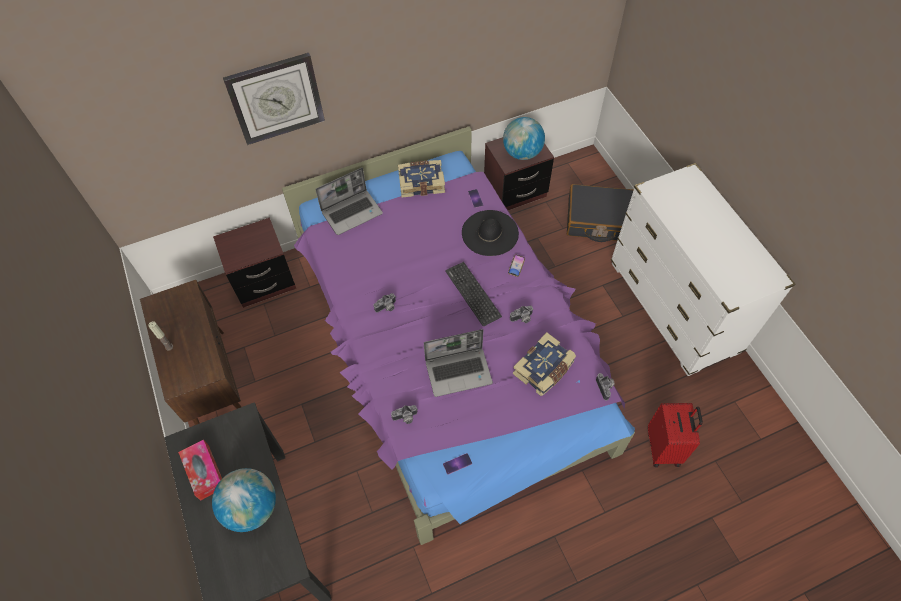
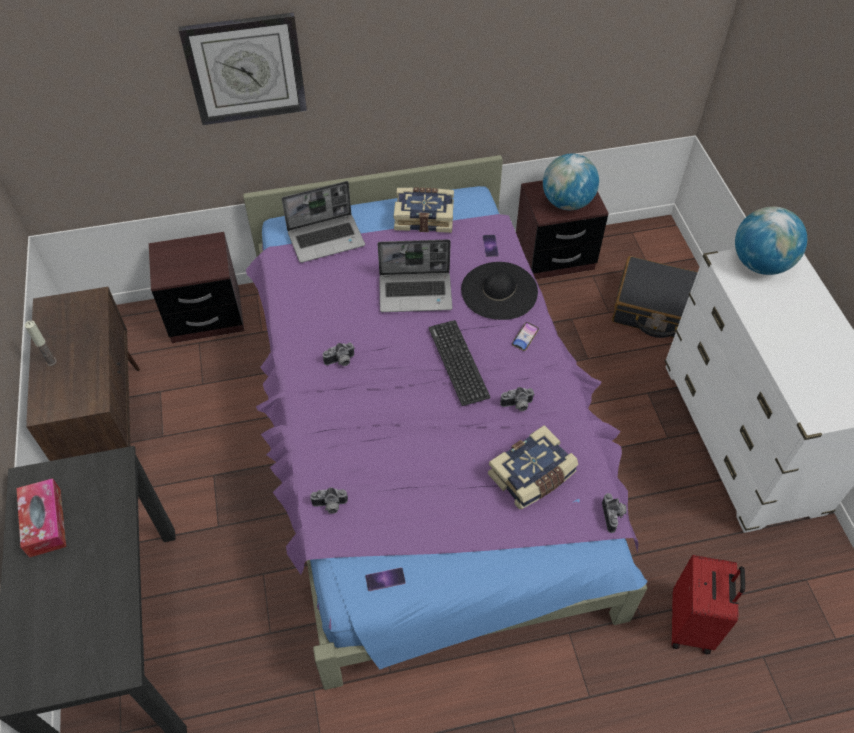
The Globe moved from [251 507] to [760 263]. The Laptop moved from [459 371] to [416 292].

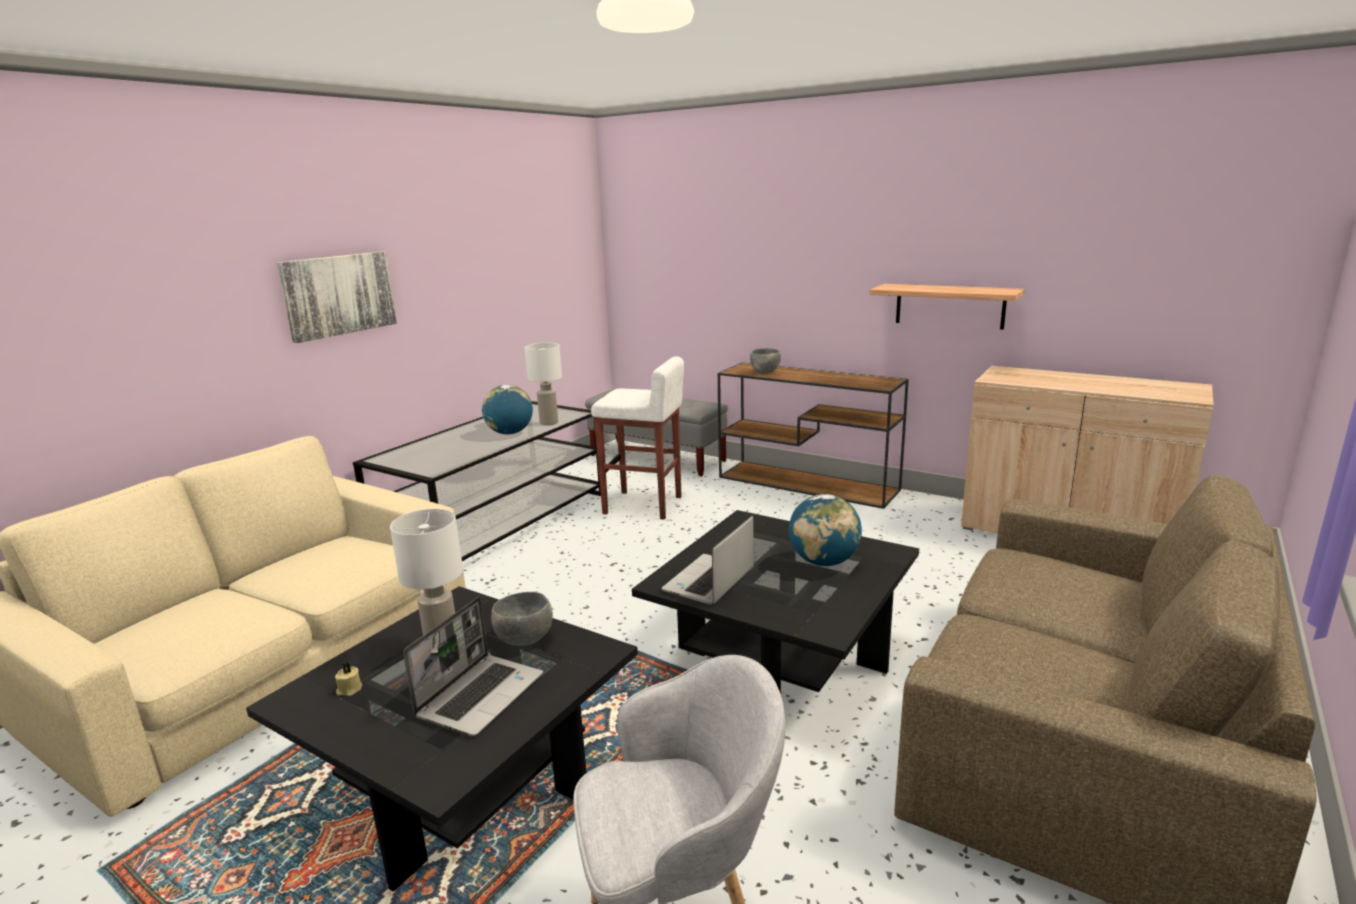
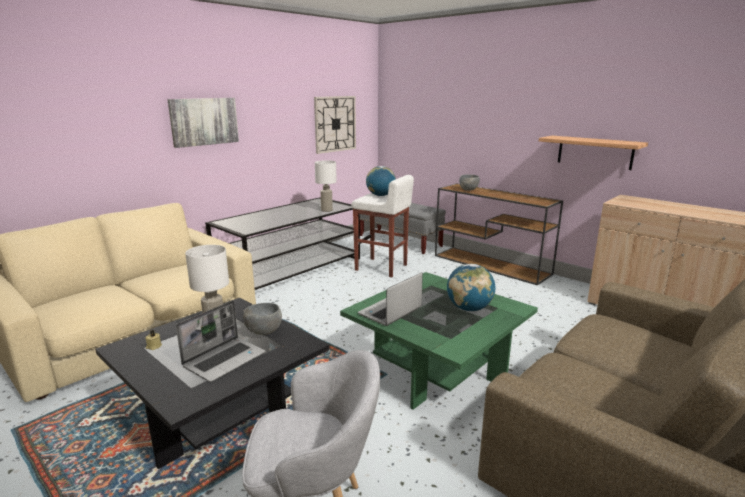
The WallClock at [335 124] appeared. The Globe moved from [510 433] to [380 195]. The BlackCoffeeTable at [780 659] became the GreenCoffeeTable at [436 369].

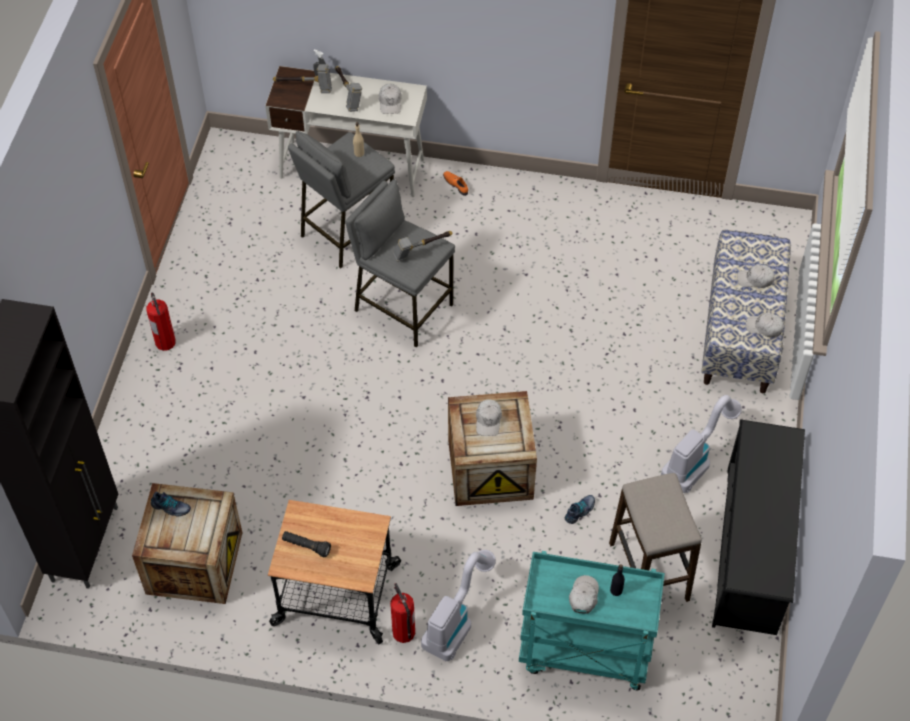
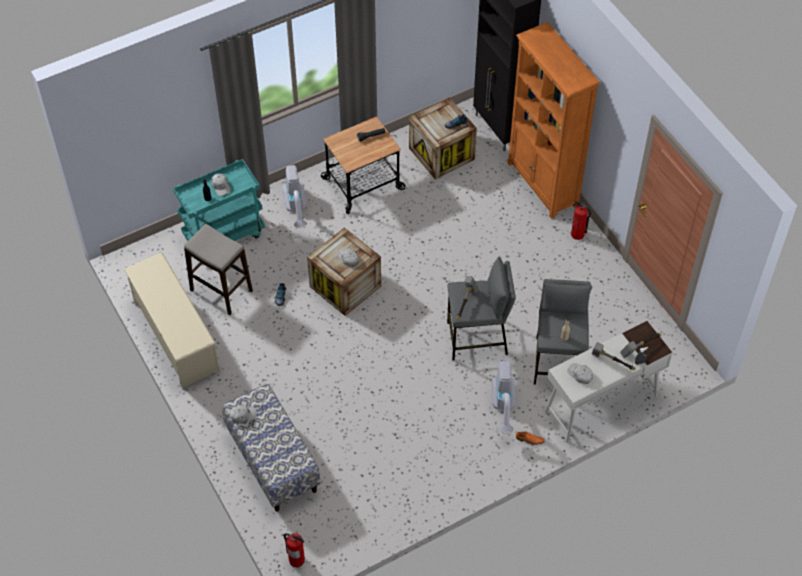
The WhiteCap at [755 279] disappeared. The OrangeBookcase at [543 185] appeared. The FireExtinguisher moved from [404 633] to [296 559]. The VacuumCleaner moved from [695 459] to [504 407]. The BlackShoeRack at [751 550] became the BeigeShoeRack at [175 336].

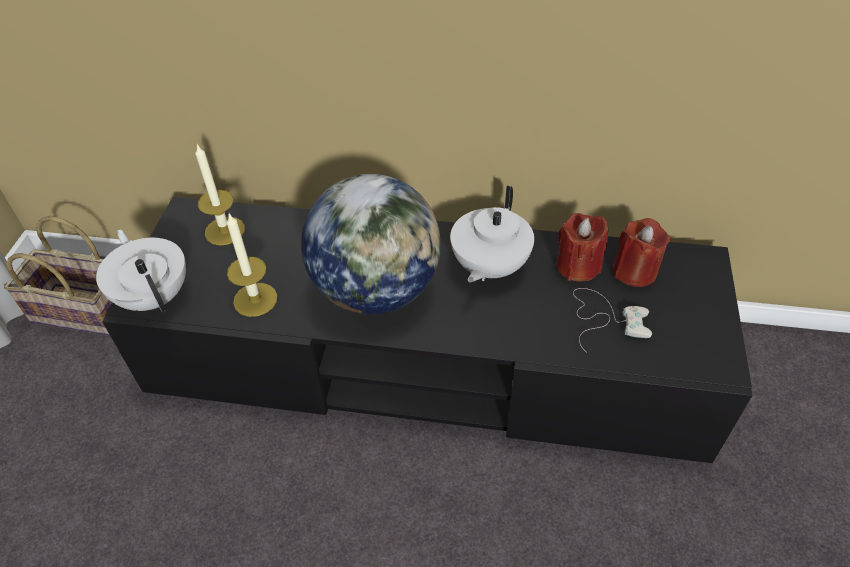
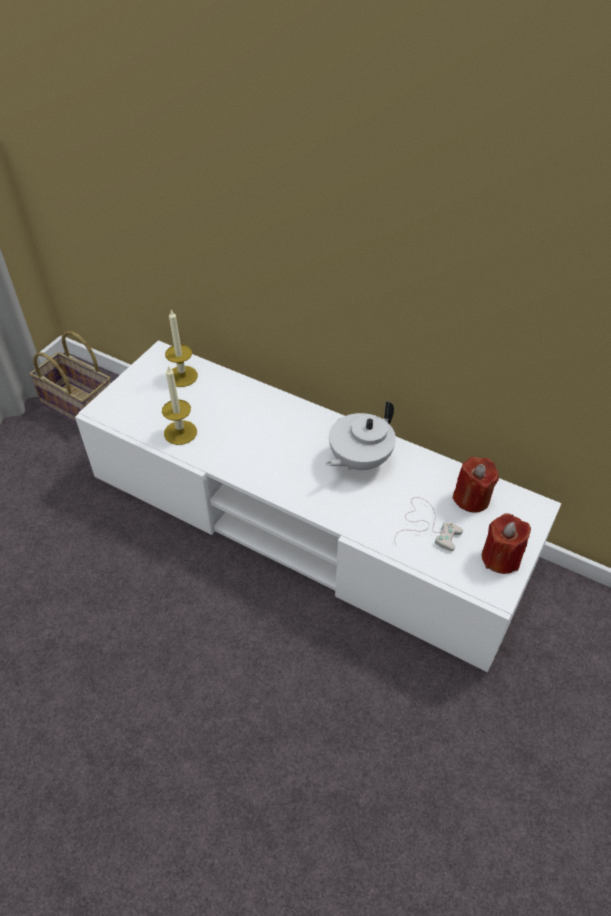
The WhiteTeapot at [154 296] disappeared. The Globe at [377 290] disappeared. The RedCandle moved from [578 266] to [500 558]. The BlackTvStand at [427 360] became the WhiteTvStand at [305 521].

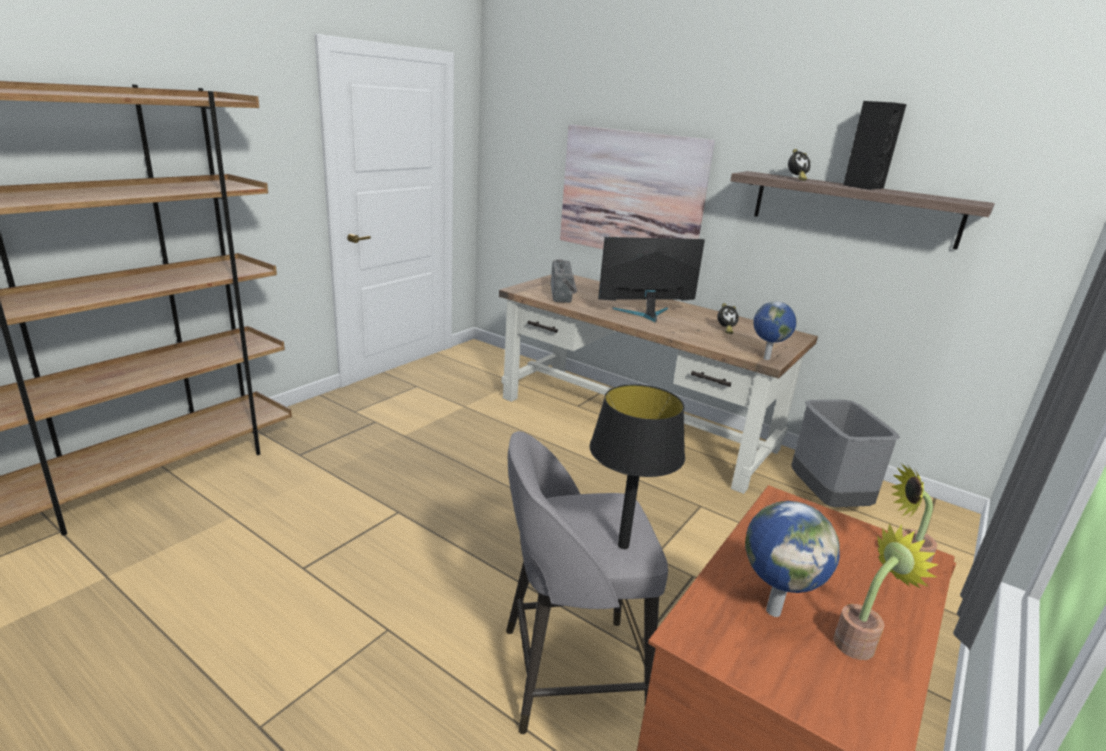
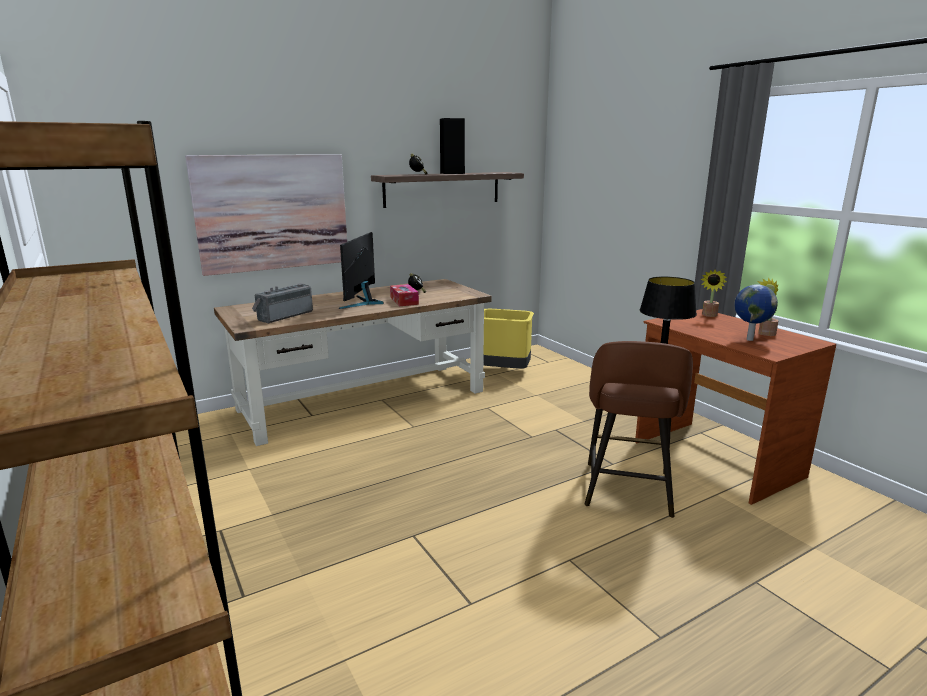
The Globe at [765 358] disappeared. The TissueBox at [404 301] appeared. The GreyStool at [568 672] became the BrownStool at [627 491]. The GreyTrashCan at [825 499] became the YellowTrashCan at [503 372]. The Radio at [564 294] turned 75 degrees counterclockwise.

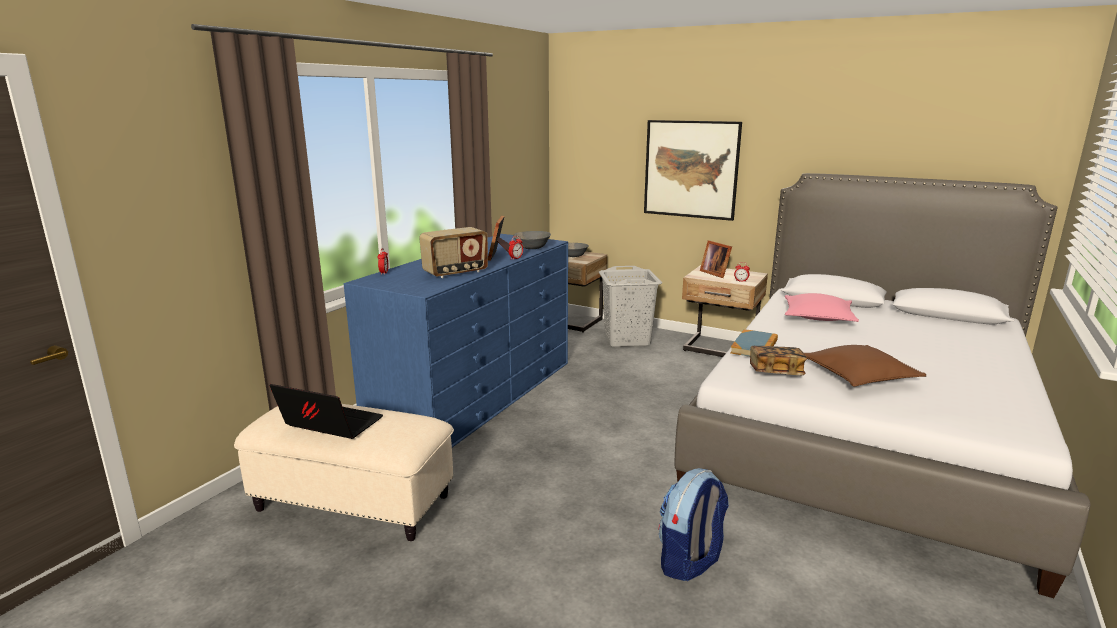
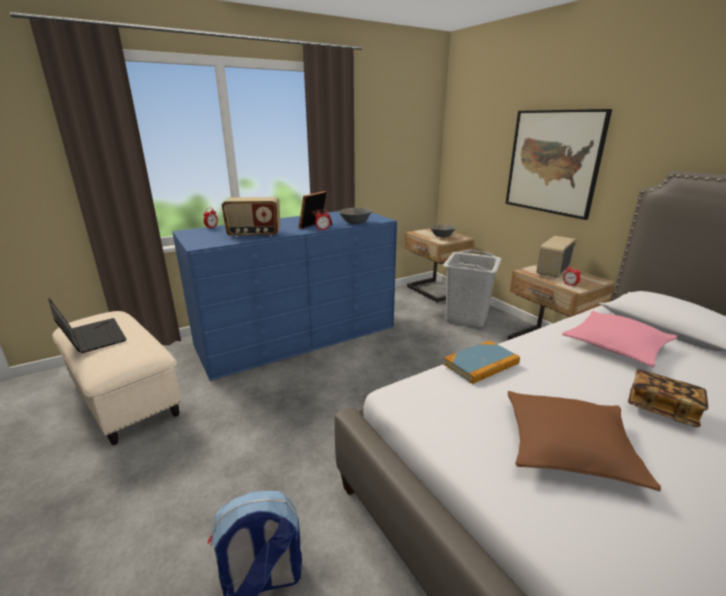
The Book moved from [775 371] to [661 409]. The PictureFrame at [715 273] was replaced by the Radio at [552 272].

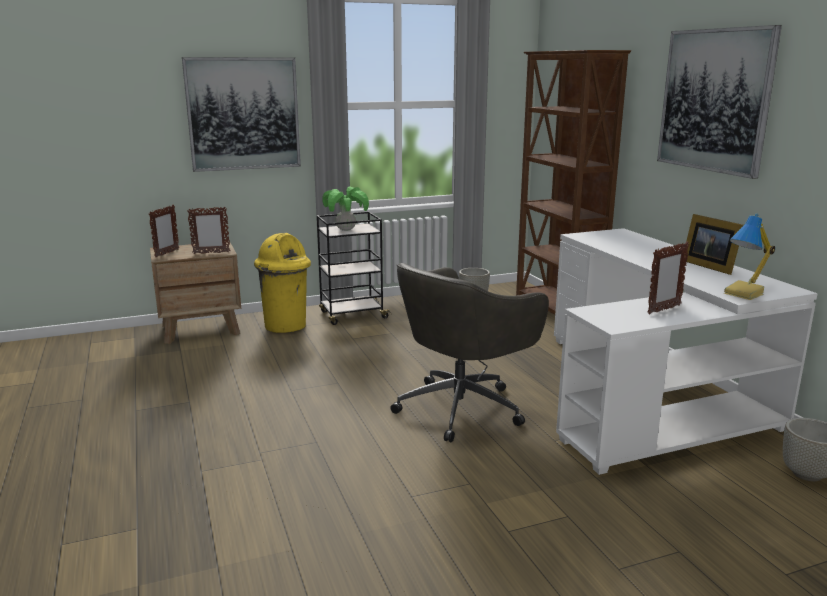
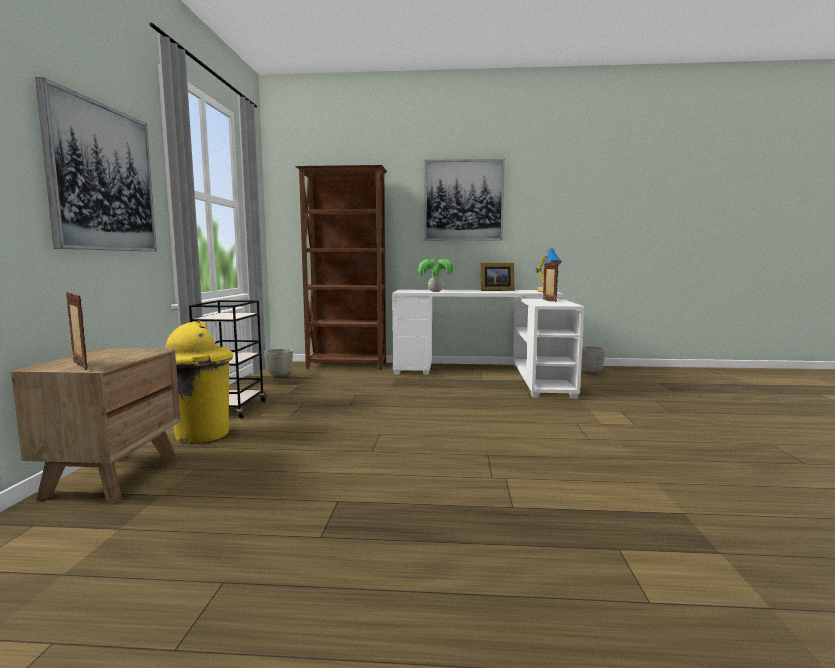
The PictureFrame at [211 253] disappeared. The GreyOfficeChair at [462 407] disappeared. The PottedPlant moved from [345 230] to [435 291].

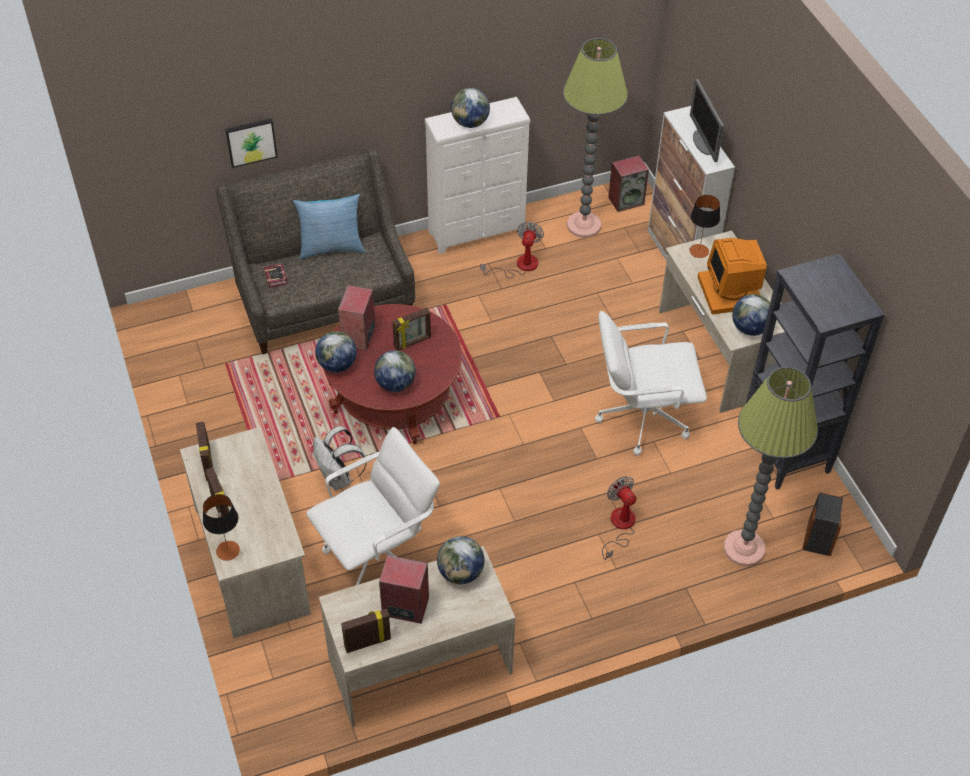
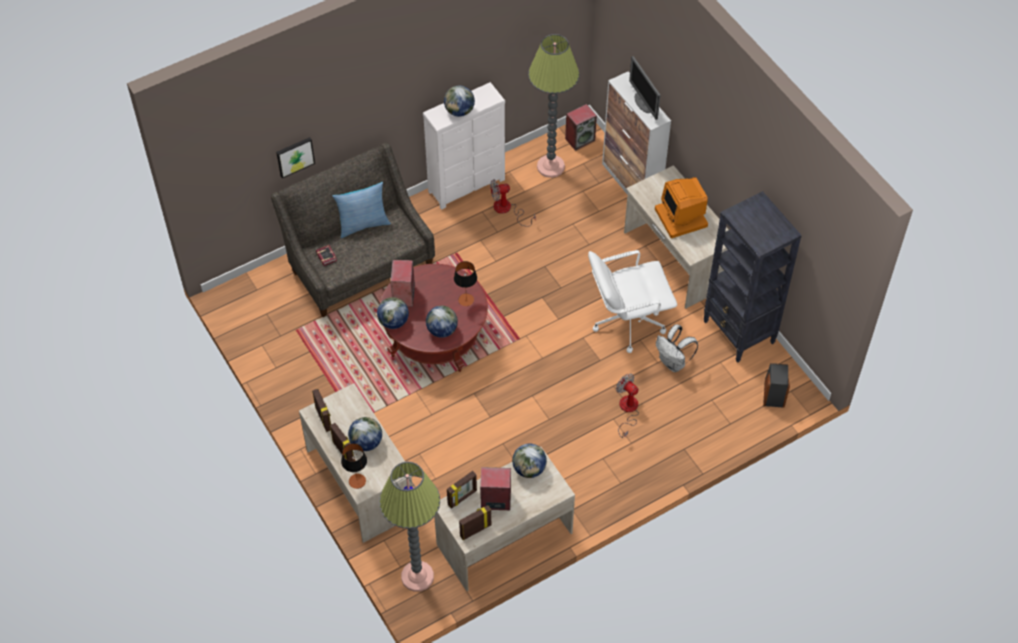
The WhiteOfficeChair at [378 554] disappeared. The WhiteBackpack moved from [338 478] to [673 362]. The PictureFrame moved from [412 342] to [462 498]. The TableLamp moved from [699 251] to [466 299]. The FloorLamp moved from [744 548] to [417 576]. The Globe moved from [749 328] to [366 442]. The Fan at [519 266] turned 105 degrees counterclockwise.

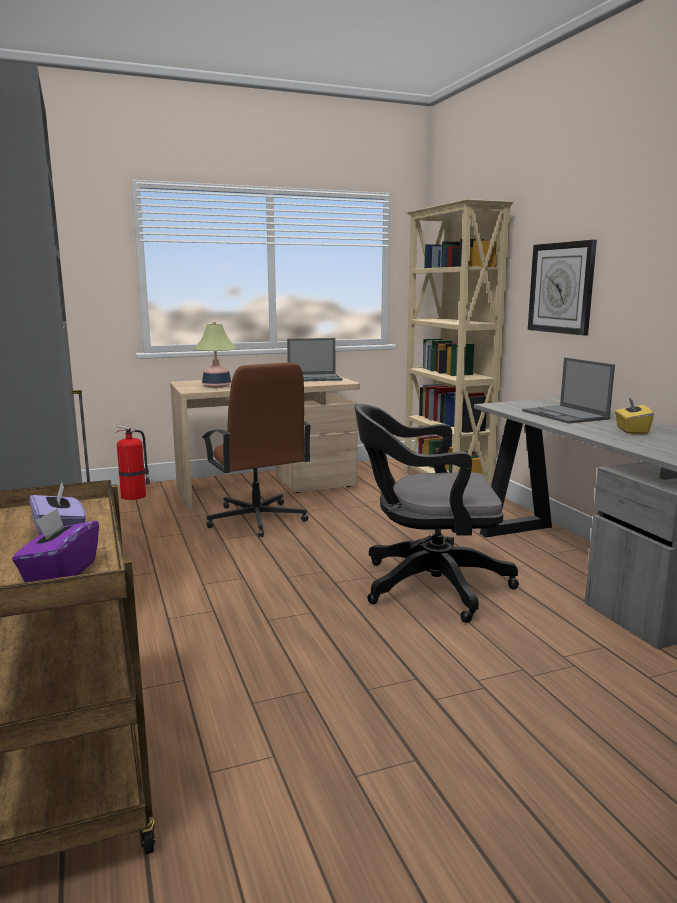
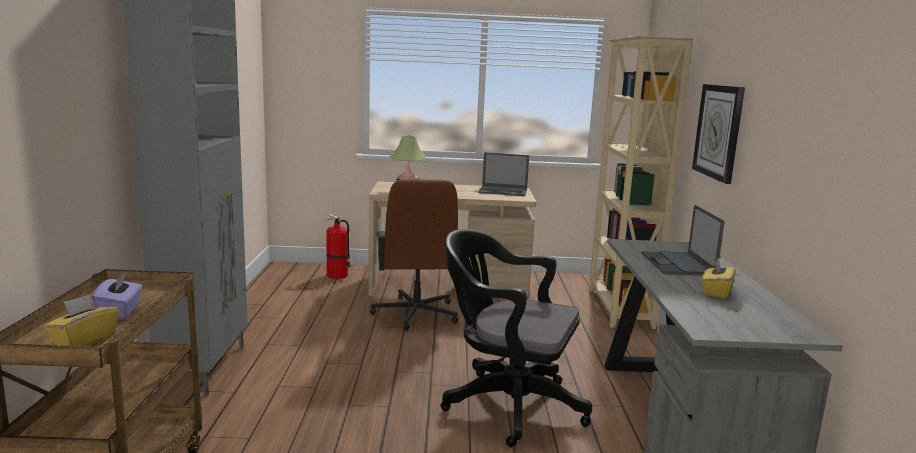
The PurpleTissueBox at [60 573] became the YellowTissueBox at [84 340].

